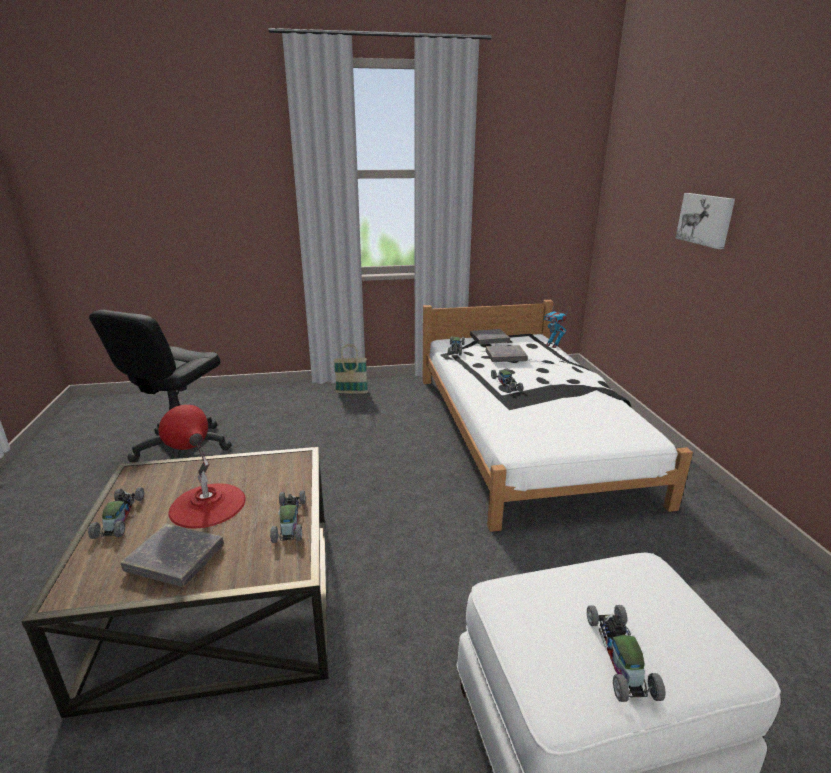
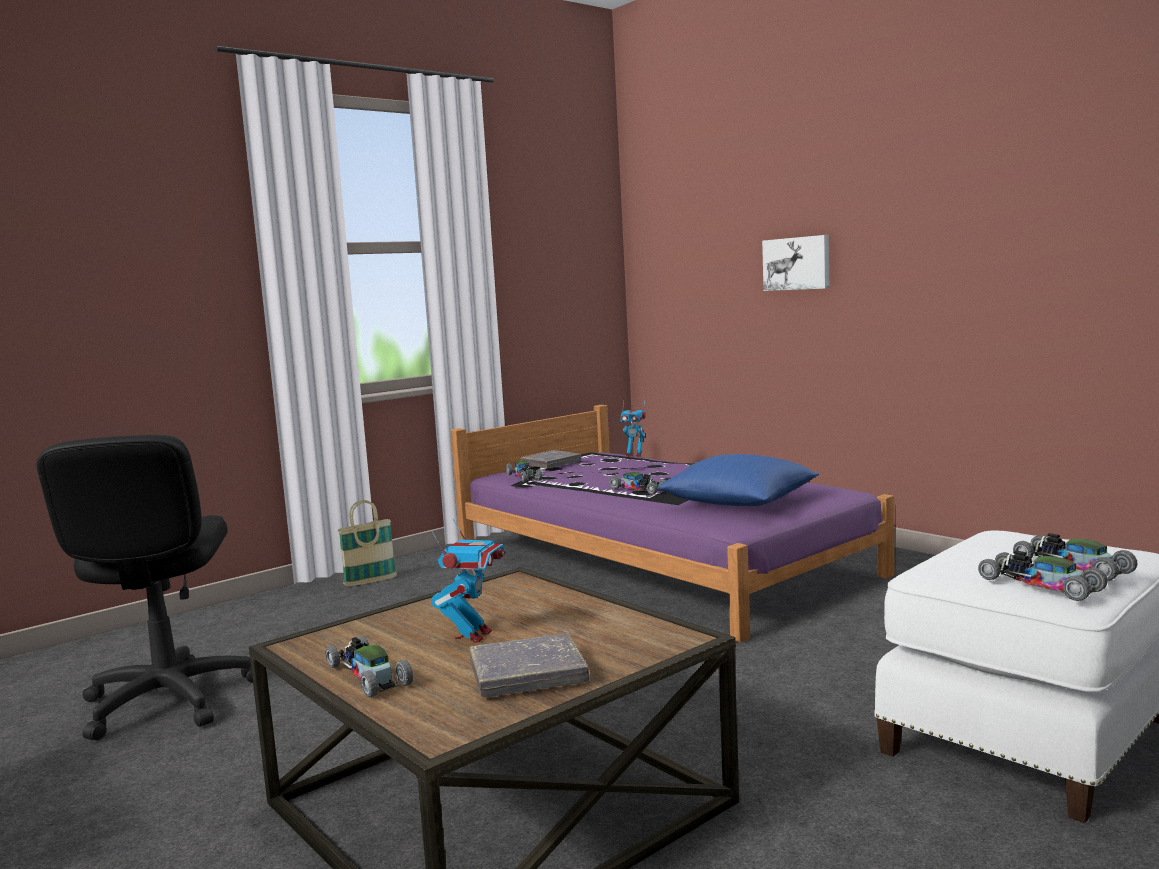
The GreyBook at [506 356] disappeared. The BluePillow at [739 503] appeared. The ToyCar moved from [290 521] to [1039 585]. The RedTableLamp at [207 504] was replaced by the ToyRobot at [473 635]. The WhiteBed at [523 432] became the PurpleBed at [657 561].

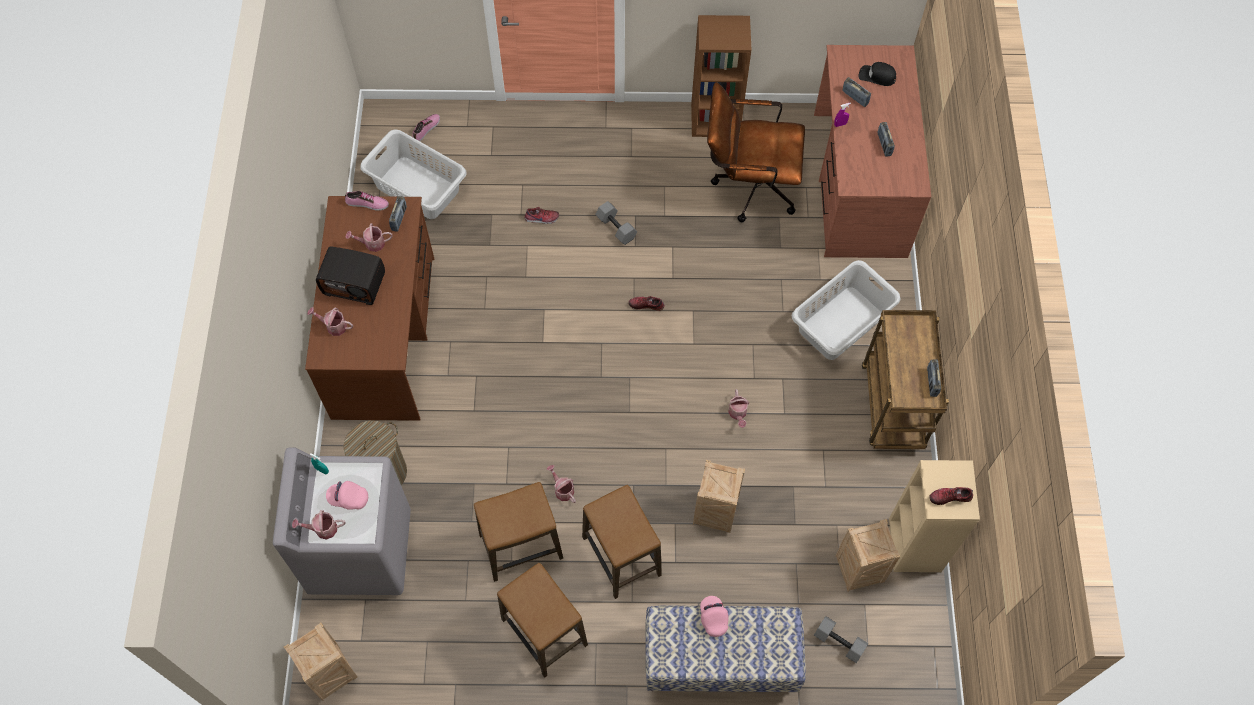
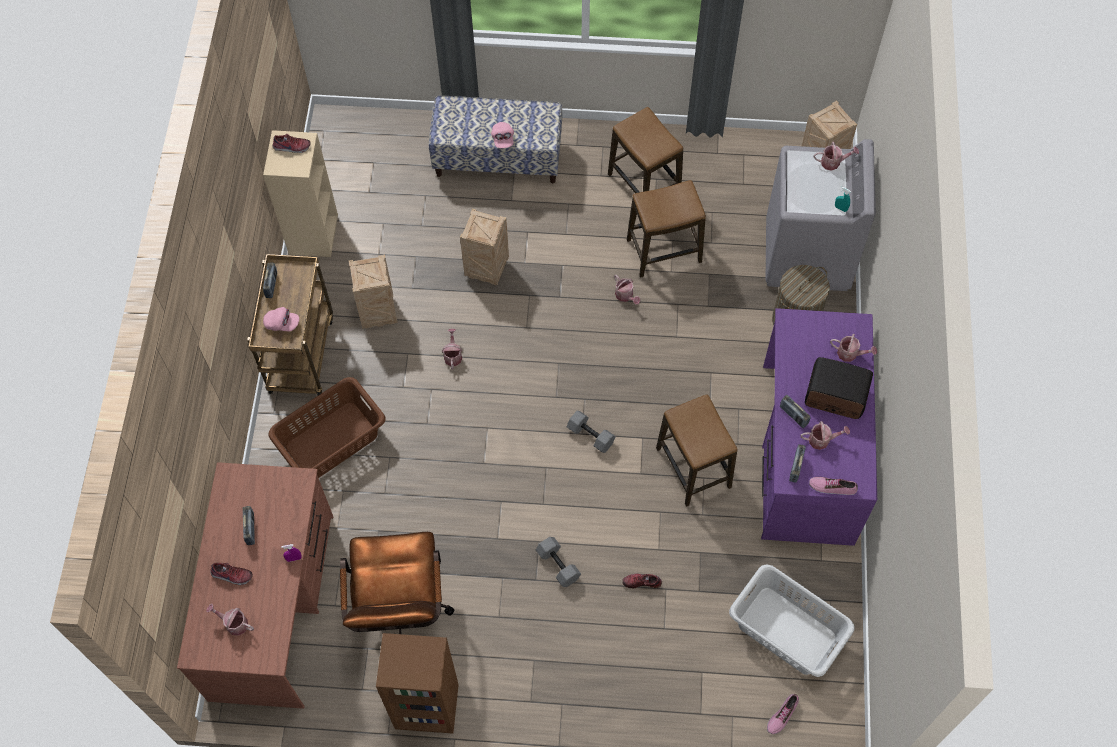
The PinkCap moved from [348 498] to [282 324]. The Stool moved from [621 556] to [693 467]. The Shoe moved from [646 305] to [231 576]. The GreyDumbbell moved from [840 641] to [590 436]. The Crate moved from [858 571] to [379 312]. The Radio moved from [855 97] to [793 415]. The BlackCap at [877 76] was replaced by the WateringCan at [234 623]. The BrownDesk at [385 336] became the PurpleDesk at [806 453]. The GreyLaundryBasket at [840 323] became the BrownLaundryBasket at [333 441]. The BrownOfficeChair at [748 186] turned 75 degrees clockwise.

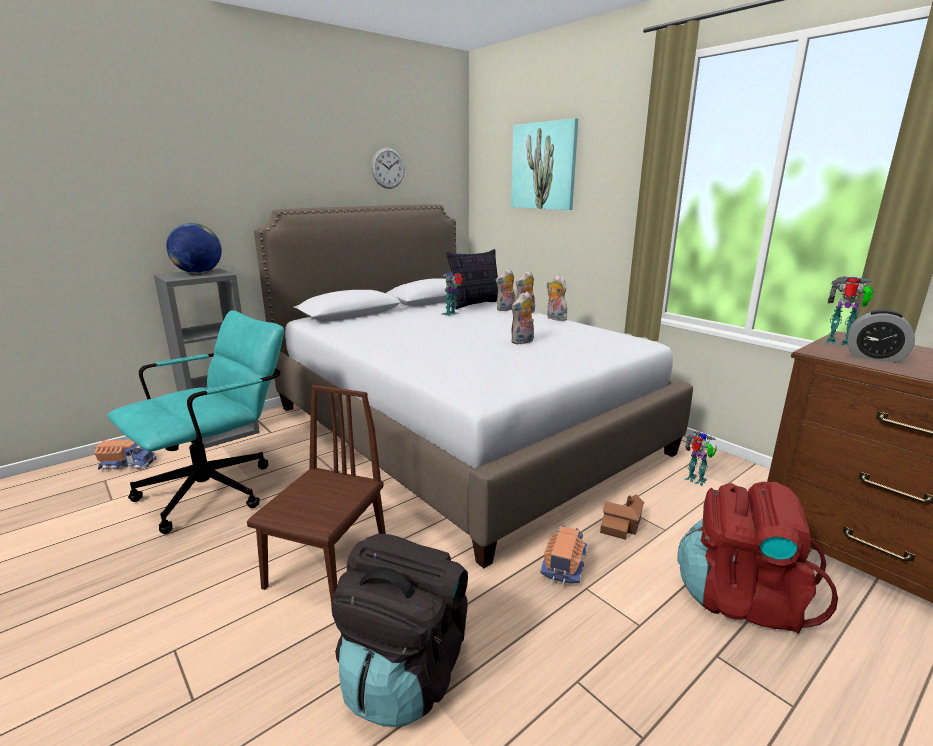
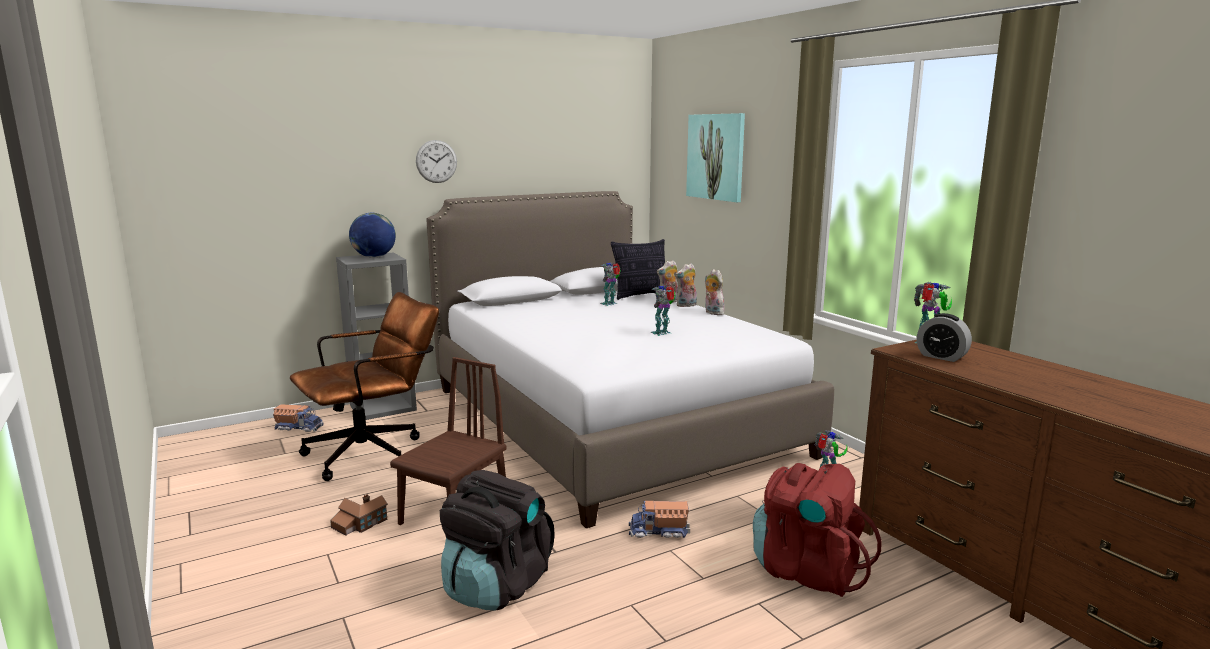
The WallClock moved from [388 168] to [436 161]. The ToyHouse moved from [621 525] to [359 523]. The PlushToy at [522 342] was replaced by the ToyRobot at [662 333]. The TurquoiseOfficeChair at [219 488] became the BrownOfficeChair at [374 452]. The ToyTruck at [564 564] turned 120 degrees counterclockwise.

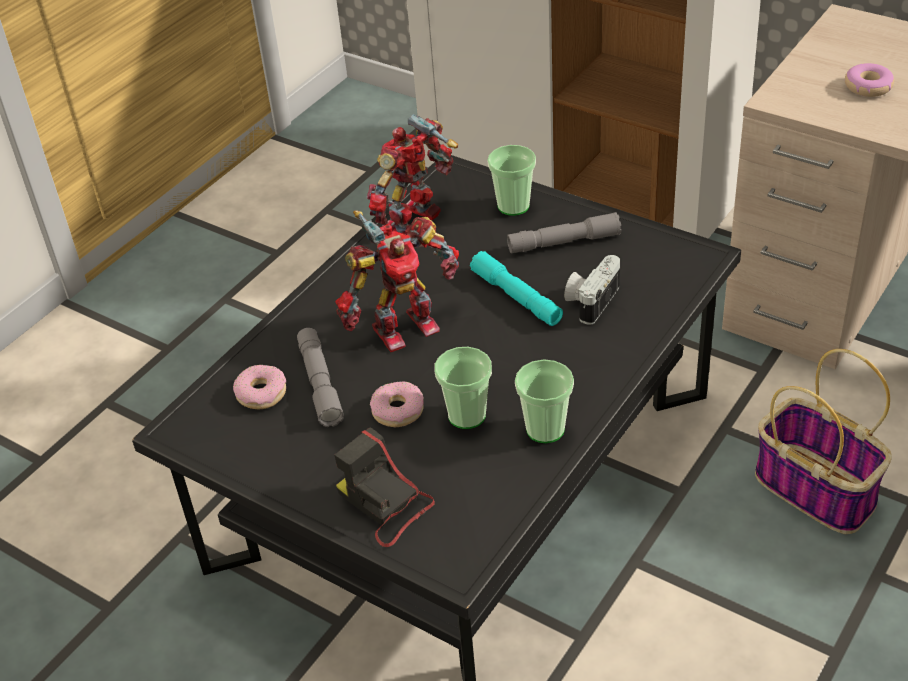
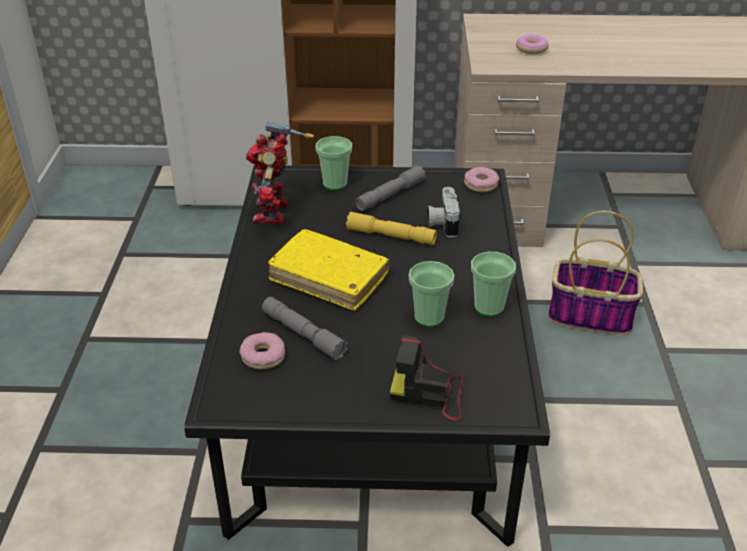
The Donut moved from [397 410] to [480 184]. The ToyRobot at [402 326] was replaced by the YellowBook at [329 278]. The TurquoiseFlashlight at [516 297] became the YellowFlashlight at [391 236].

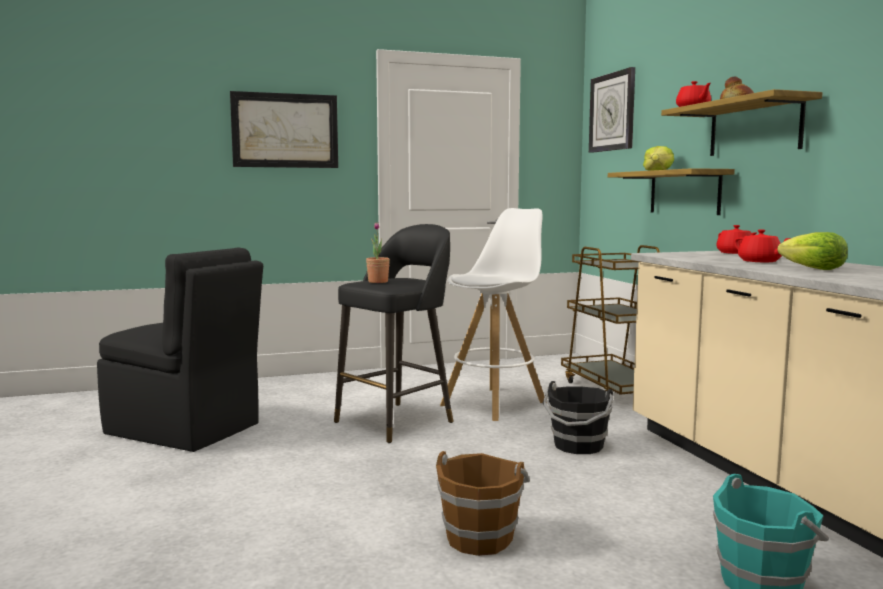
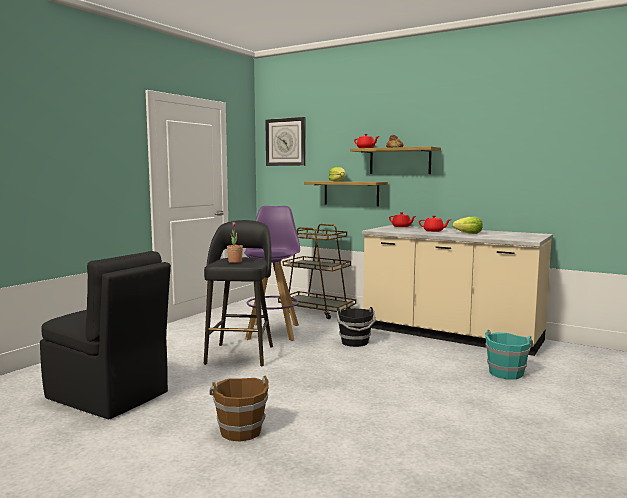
The Picture at [285 130] disappeared. The BrownBucket moved from [479 537] to [240 430]. The WhiteStool at [495 403] became the PurpleStool at [273 331]. The BlackChair at [185 430] turned 45 degrees clockwise.

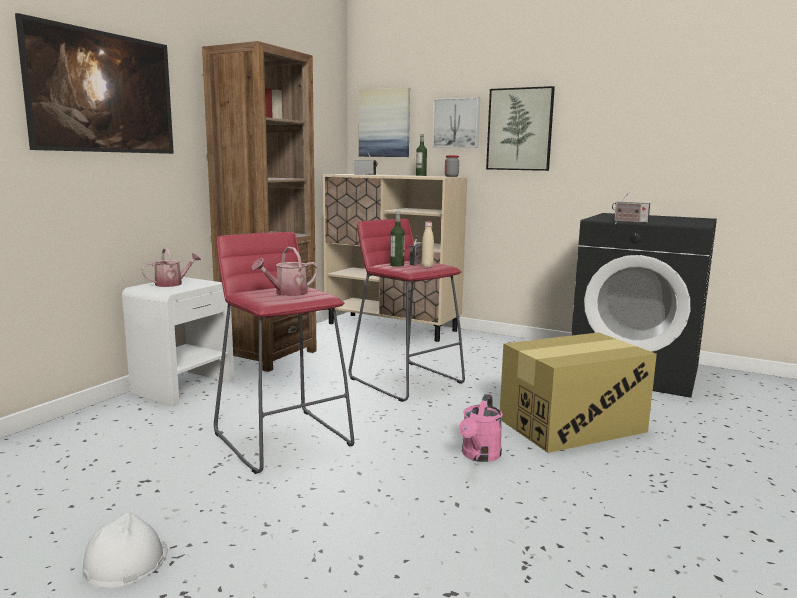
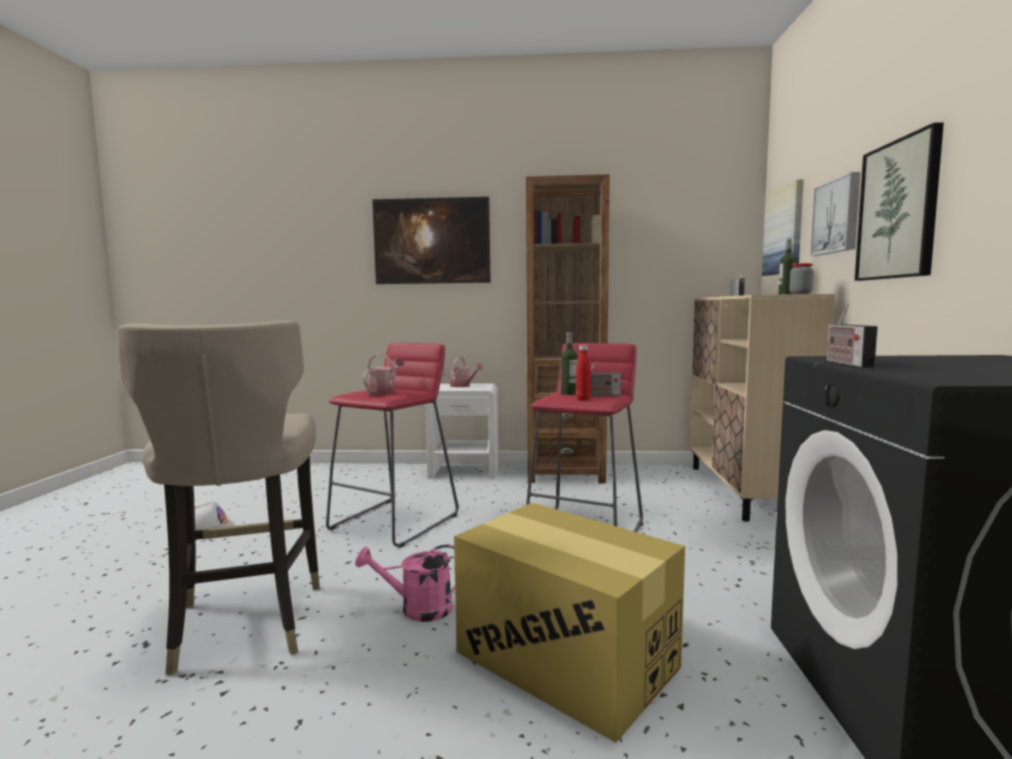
The BeigeStool at [245 624] appeared. The BeigeBottle at [427 266] became the RedBottle at [583 399]. The WateringCan at [287 293] turned 90 degrees clockwise.

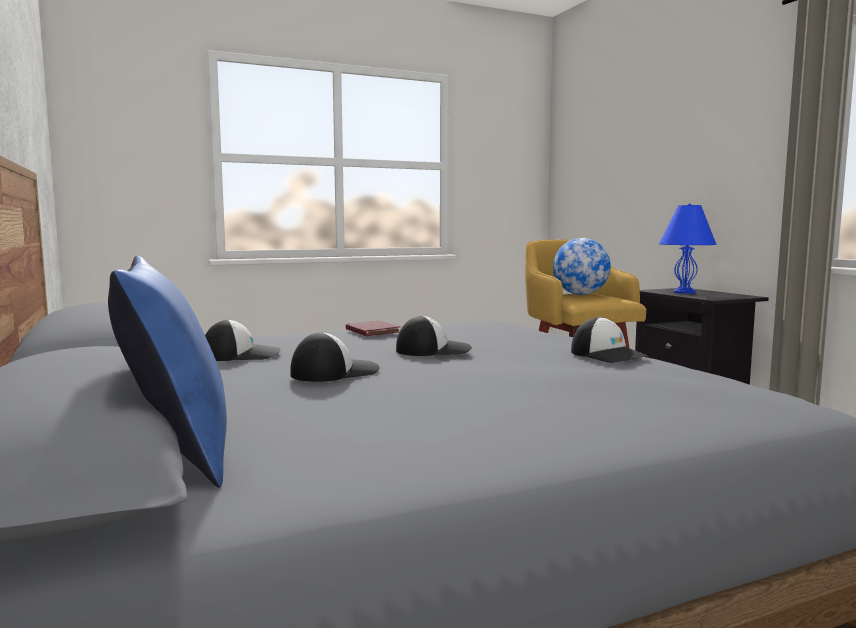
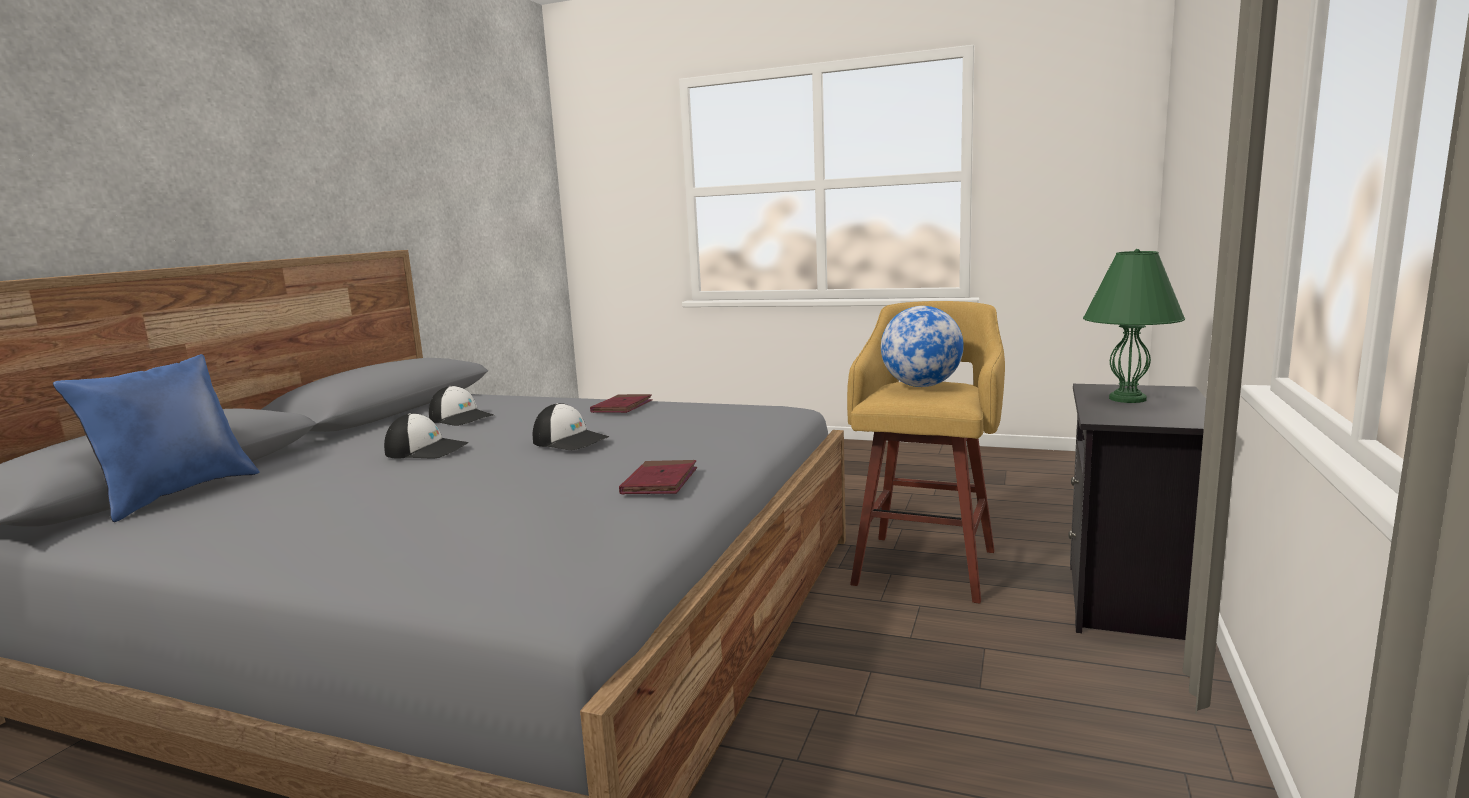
The Cap at [608 355] was replaced by the RedBook at [660 482]. The BlueTableLamp at [684 292] became the GreenTableLamp at [1128 398].

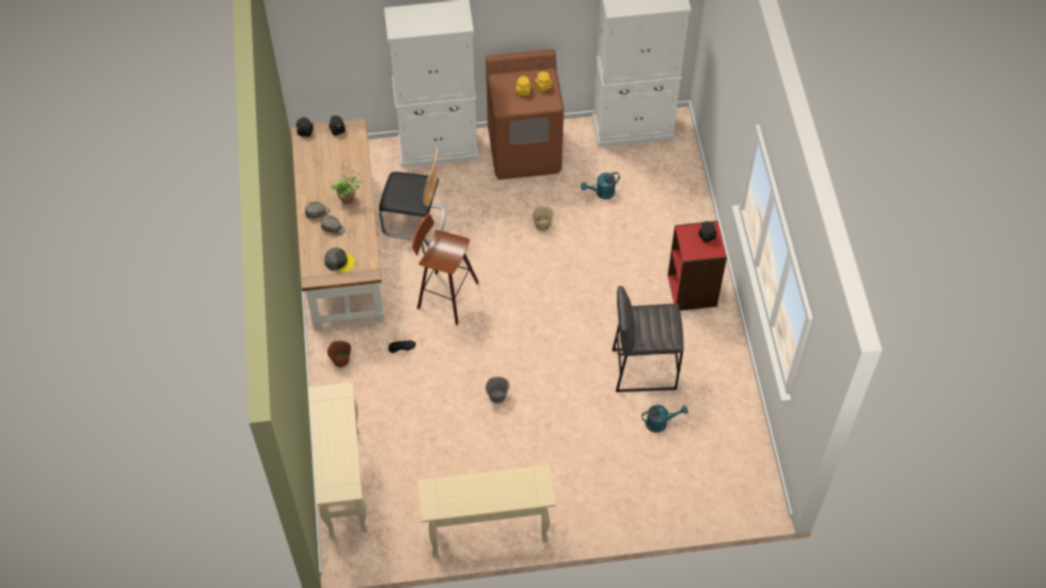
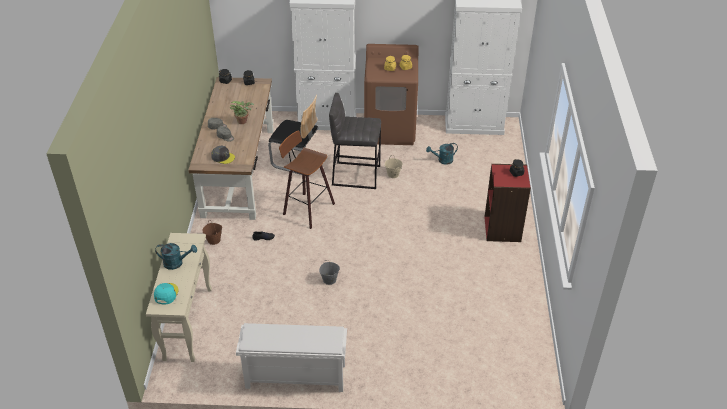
The TurquoiseCap at [166 294] appeared. The GreyStool moved from [643 368] to [355 175]. The TurquoiseWateringCan moved from [660 423] to [177 263]. The BeigeConsoleTable at [487 532] was replaced by the WhiteShoeRack at [294 377].

